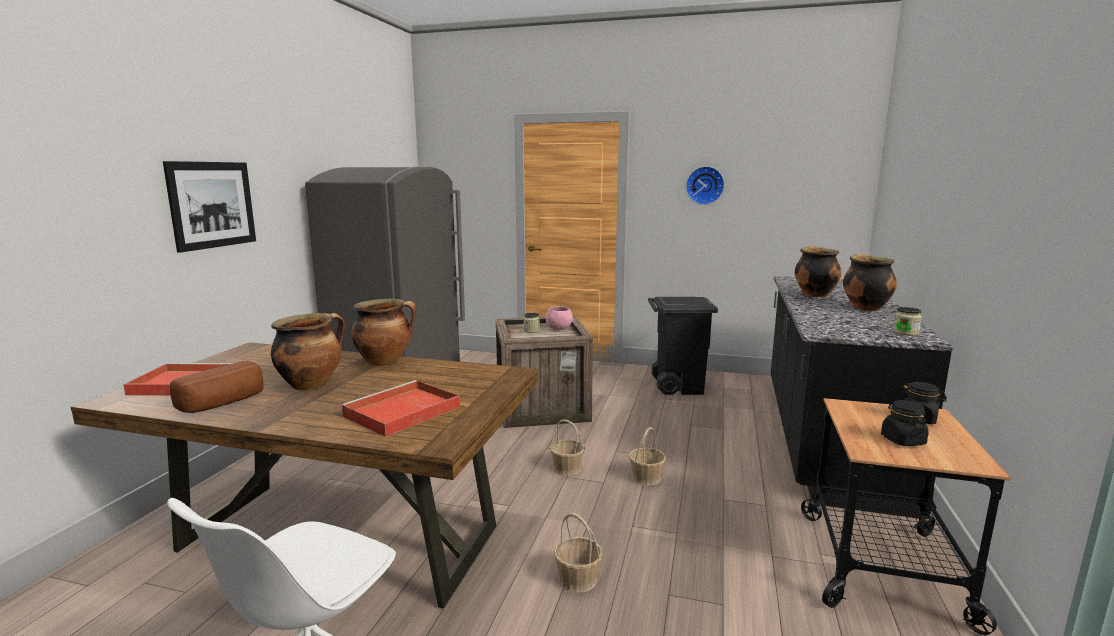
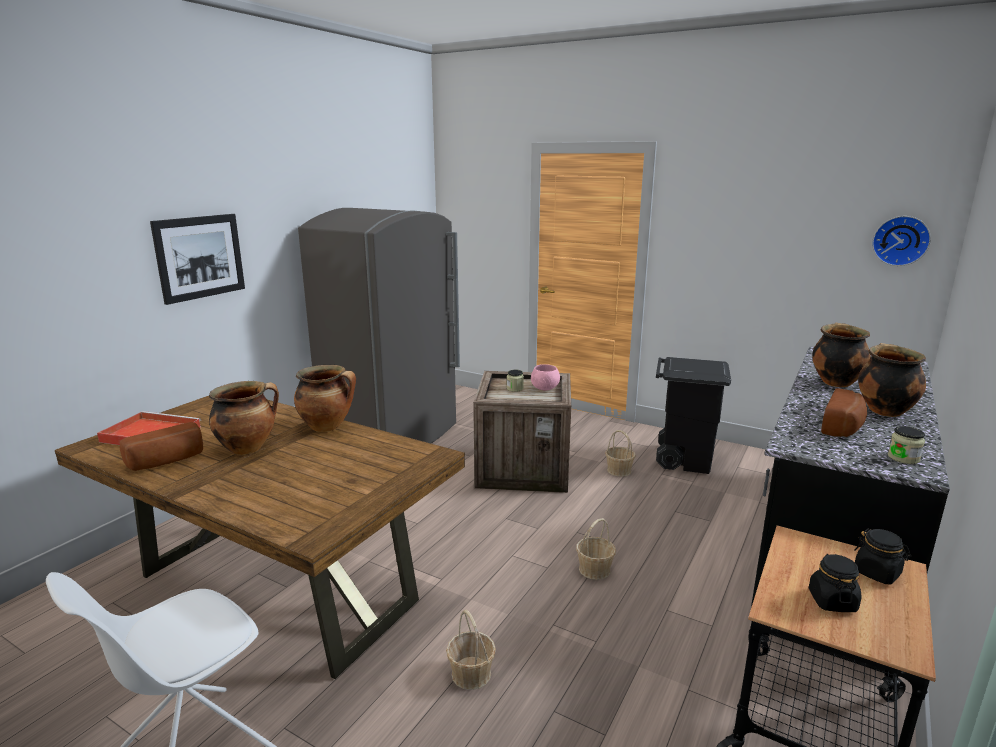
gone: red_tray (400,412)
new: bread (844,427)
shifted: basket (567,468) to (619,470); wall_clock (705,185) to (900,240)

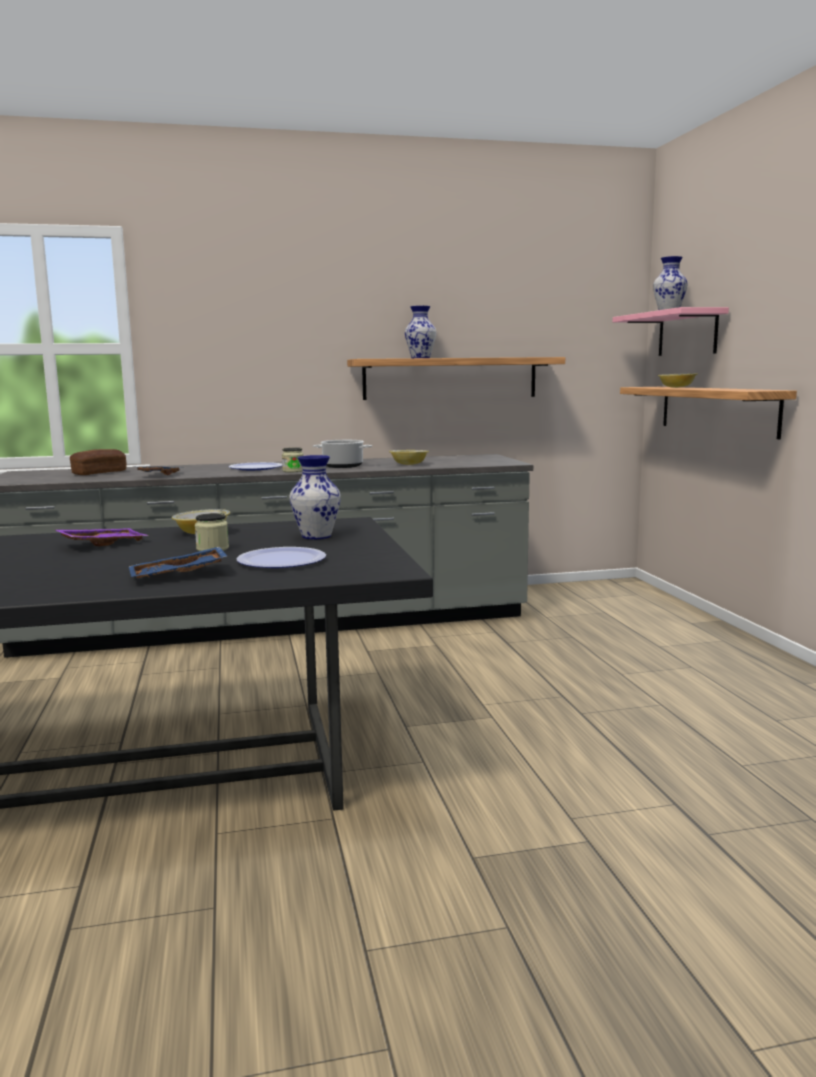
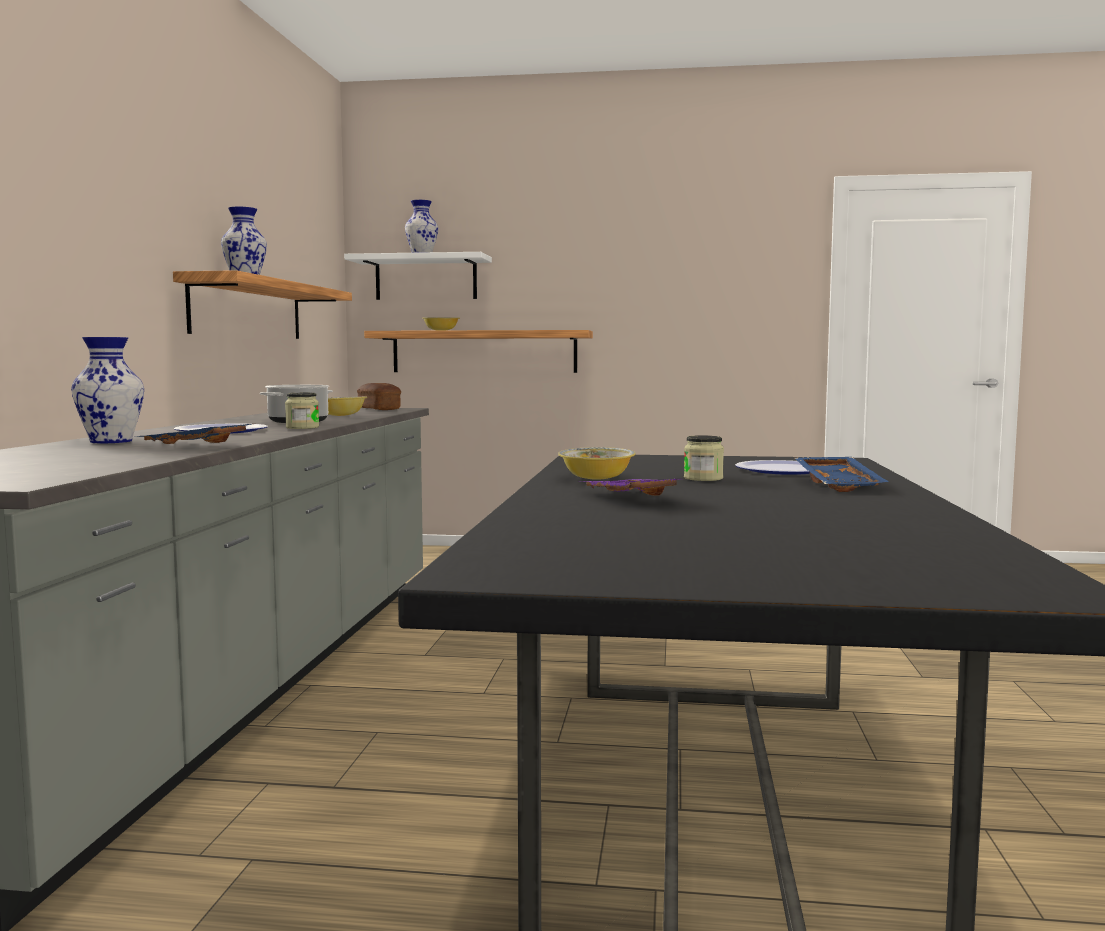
shifted: bread (99,473) to (379,409); vase (315,536) to (111,441)
repainted: pinkish_wall_shelf (687,333) to white_wall_shelf (426,278)

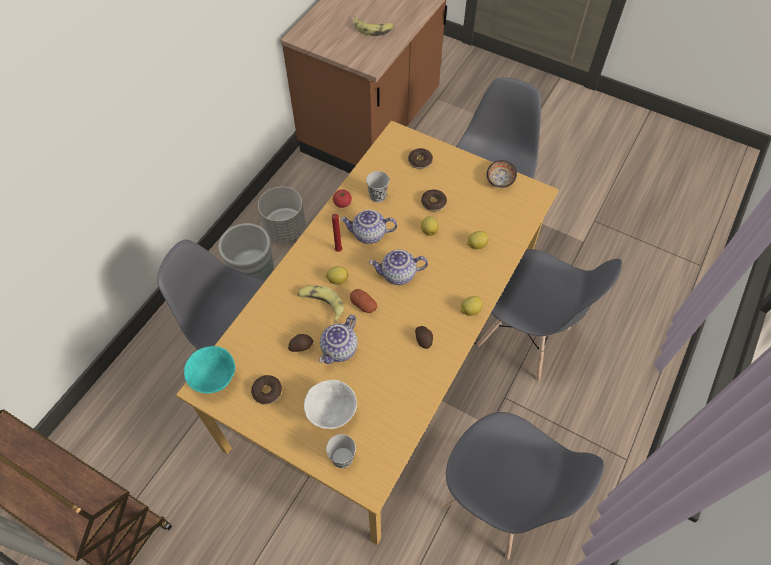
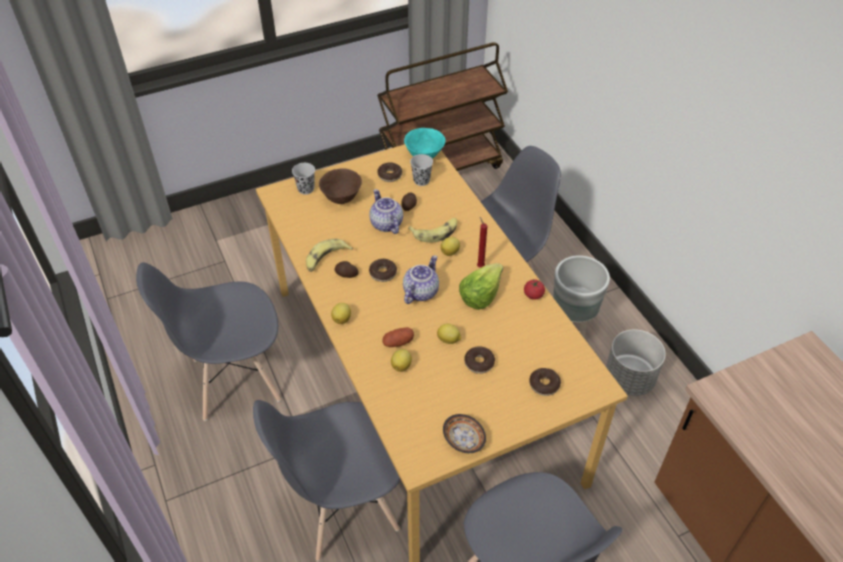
new: doughnut (383,273)
shifted: potato (363,305) to (398,342); banana_fruit (373,29) to (326,259); black_cup (378,196) to (421,180)
swapped: tea_pot (368,235) to lettuce_head (480,294)
repainted: white_deep_dish (331,413) to brown-coloured_deep_dish (342,198)

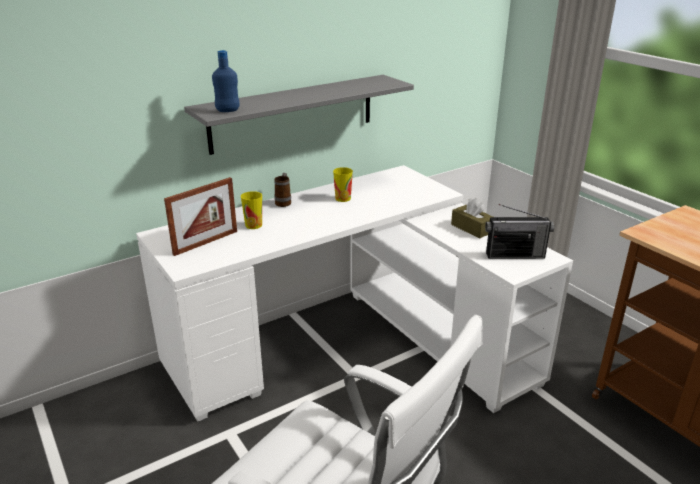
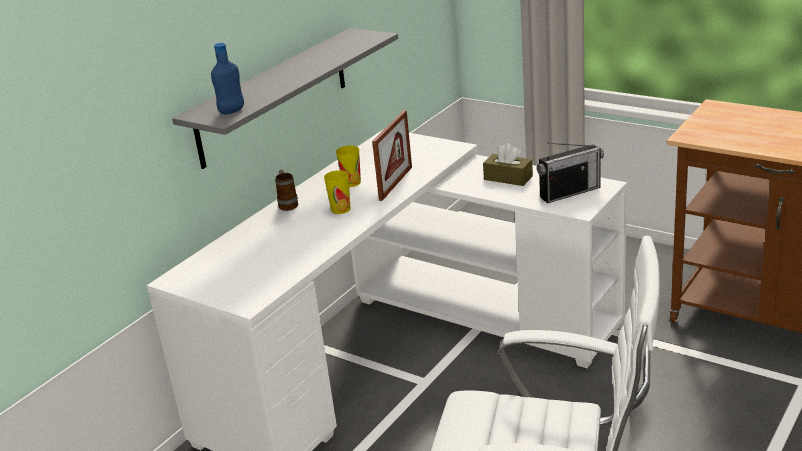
shifted: picture_frame (206,243) to (396,183); cup (253,225) to (340,209)

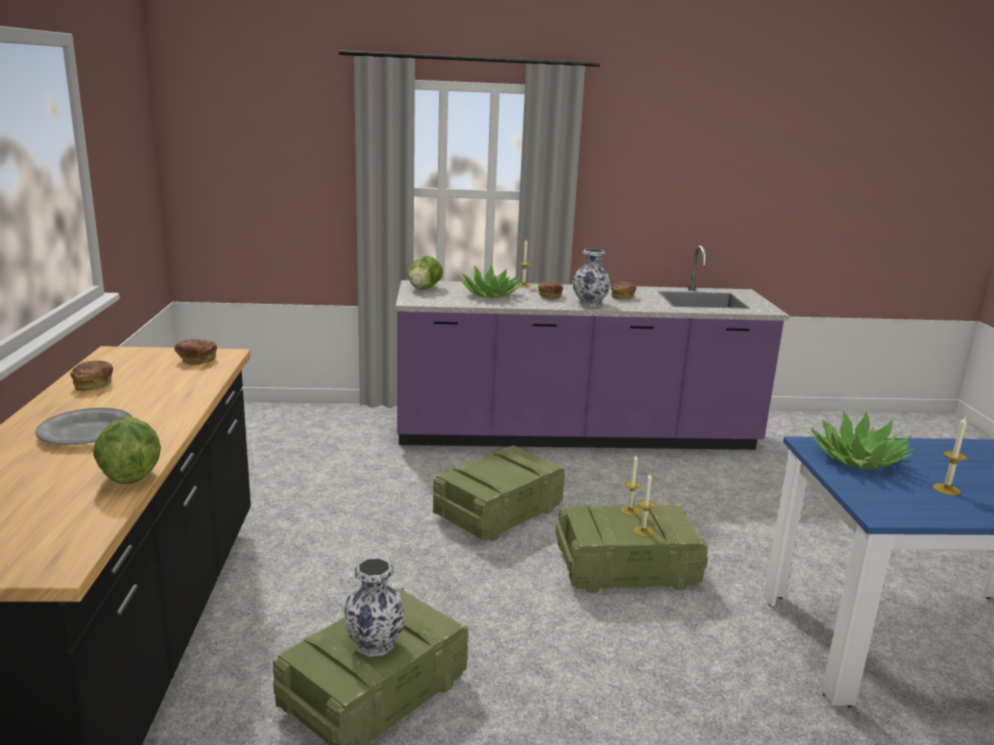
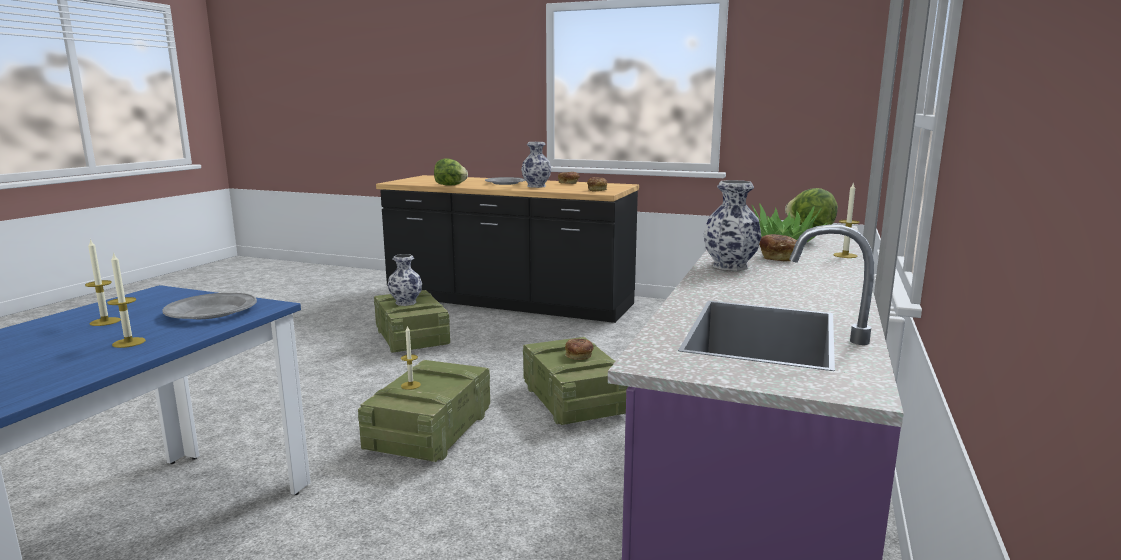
new: vase (537,186)
shifted: bread (622,297) to (579,356); wax_candle (630,510) to (129,342)
swapped: houseplant (857,459) to grey_flat_dish (211,311)

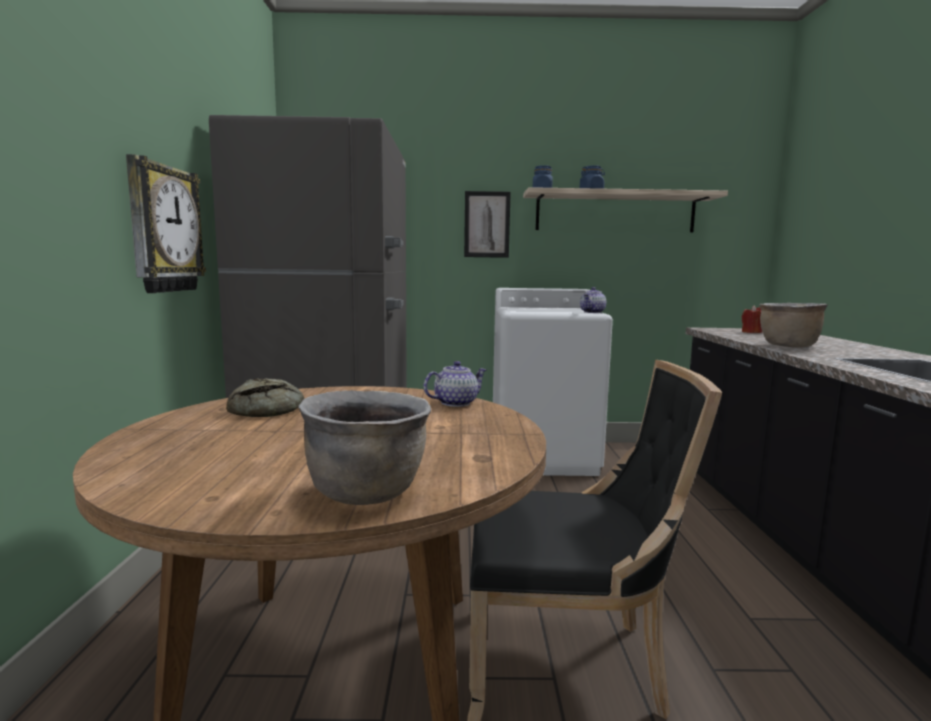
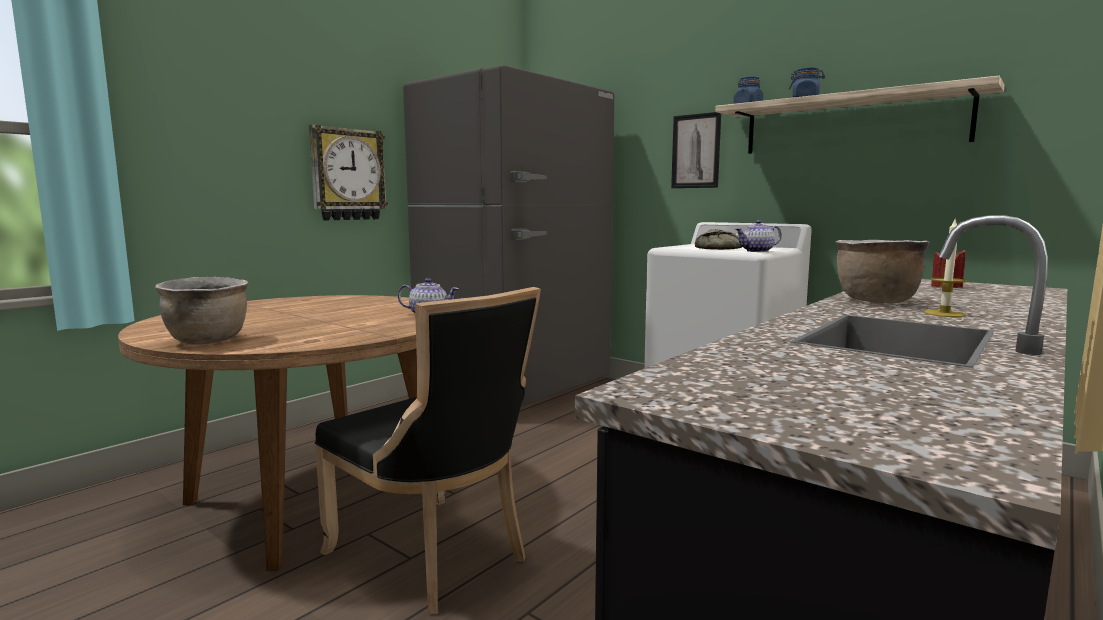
new: wax_candle (944,314)
shifted: bread (270,409) to (721,249)

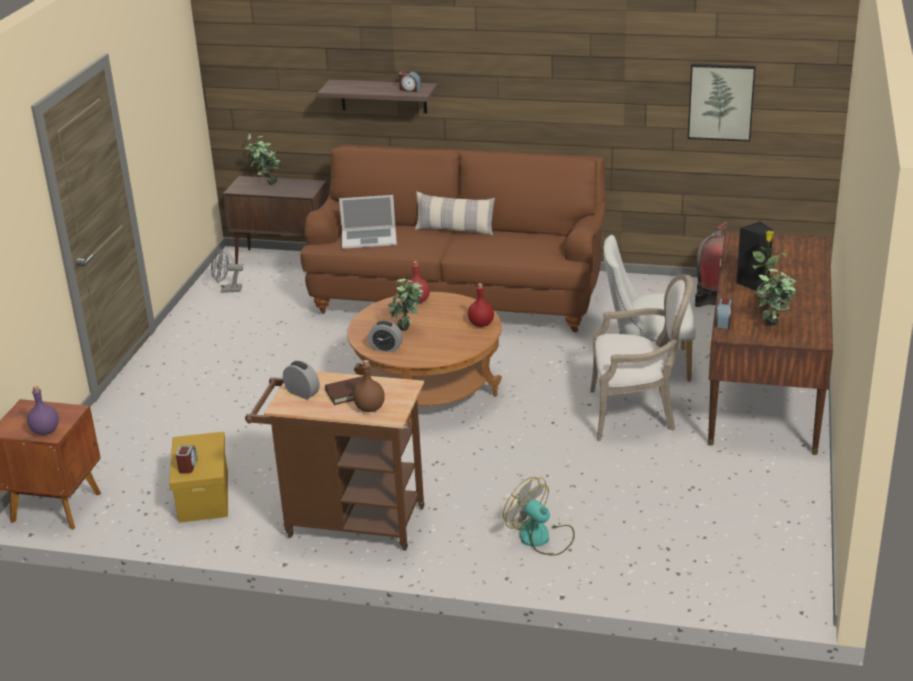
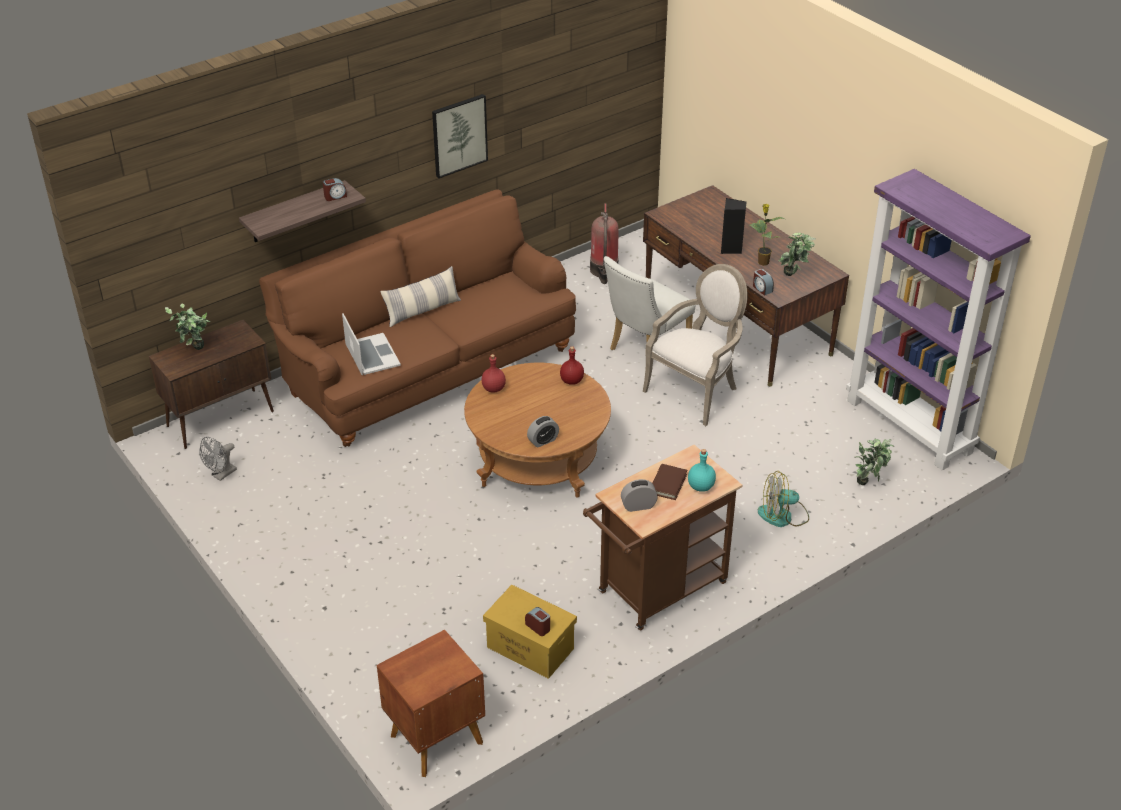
gone: purple_bottle (46,431)
new: purple_bookcase (910,426)
shifted: houseplant (408,331) to (869,482); wall_picture (721,102) to (459,135)
repainted: brown-coloured_bottle (370,408) to turquoise_bottle (700,486)
rotated: laptop (369,238) = (372,354) 60 degrees counterclockwise

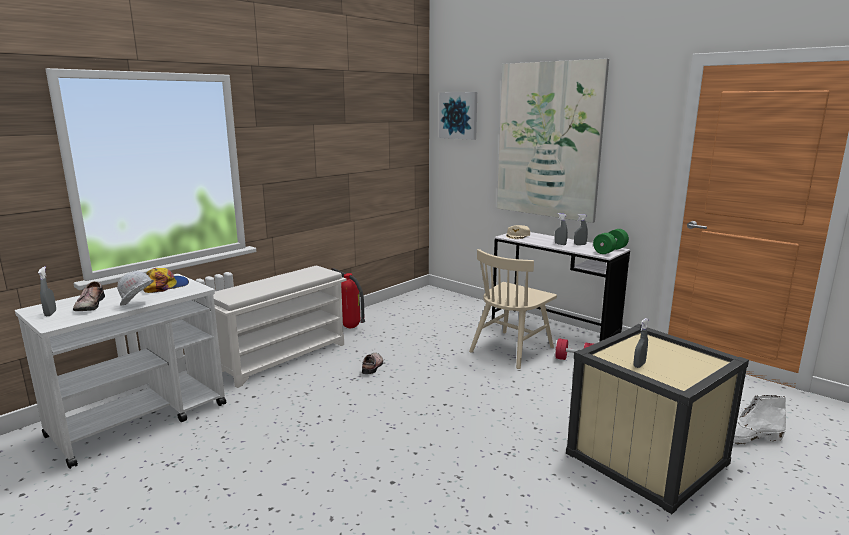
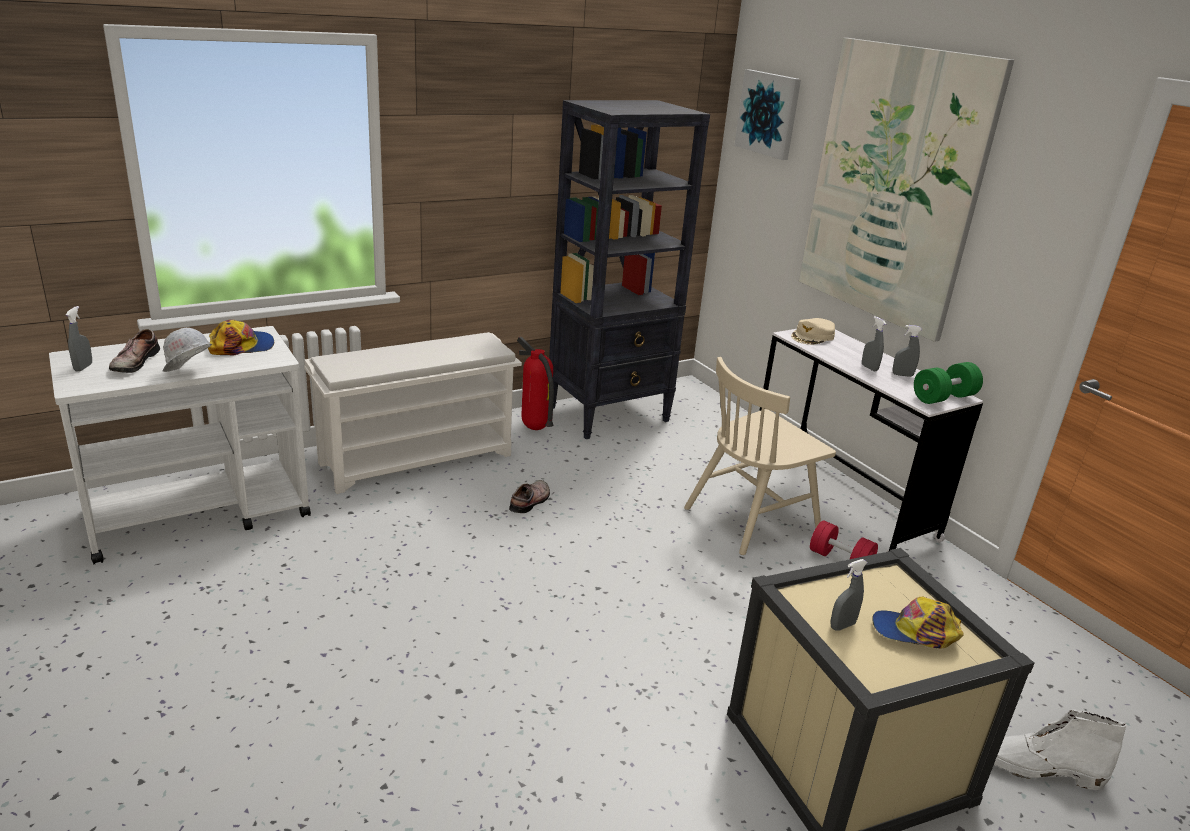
new: black_bookcase (609,414); peaked_cap (915,632)

